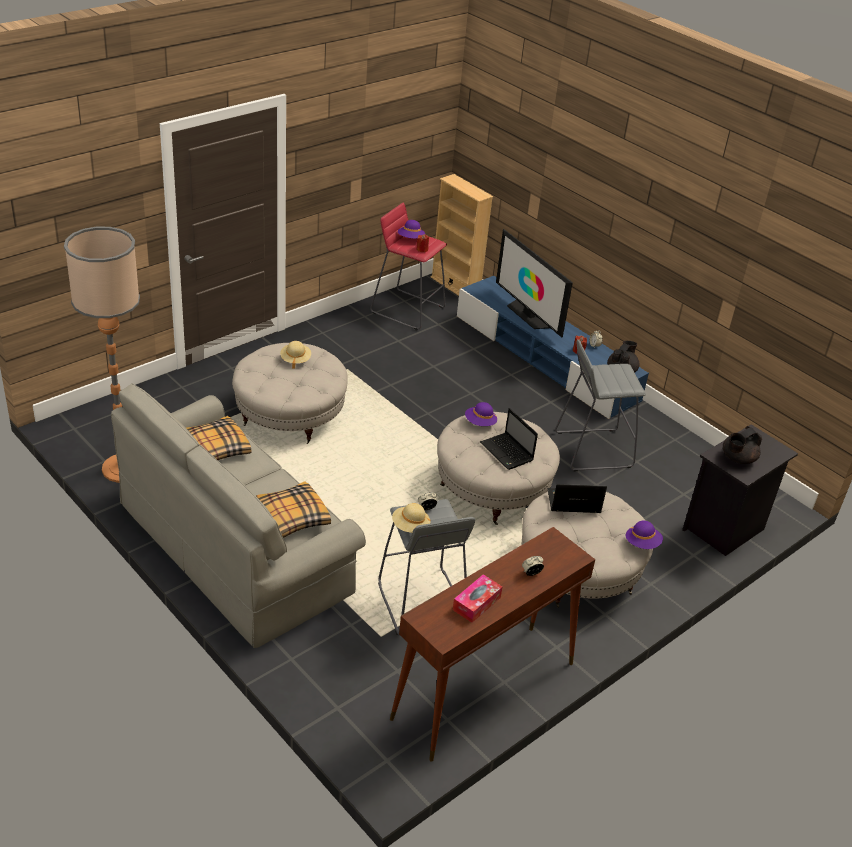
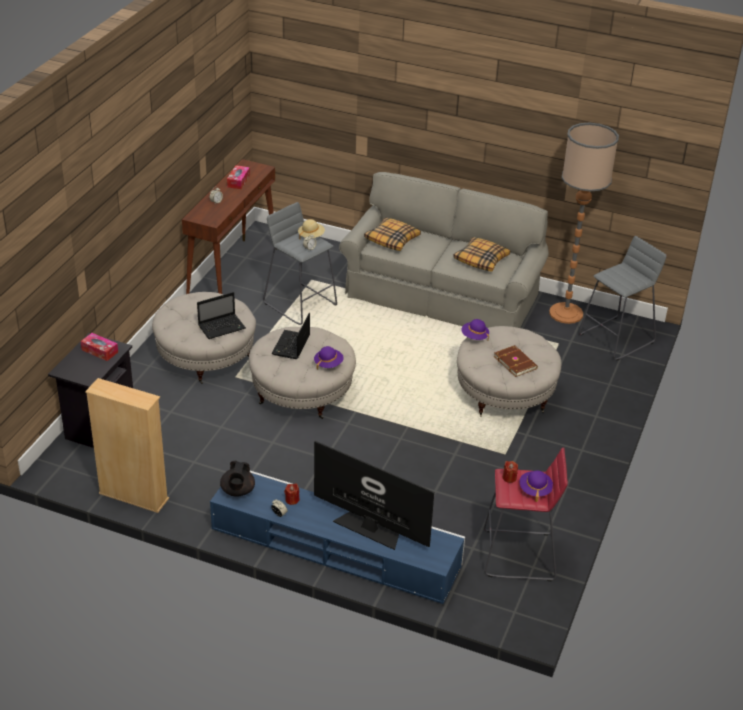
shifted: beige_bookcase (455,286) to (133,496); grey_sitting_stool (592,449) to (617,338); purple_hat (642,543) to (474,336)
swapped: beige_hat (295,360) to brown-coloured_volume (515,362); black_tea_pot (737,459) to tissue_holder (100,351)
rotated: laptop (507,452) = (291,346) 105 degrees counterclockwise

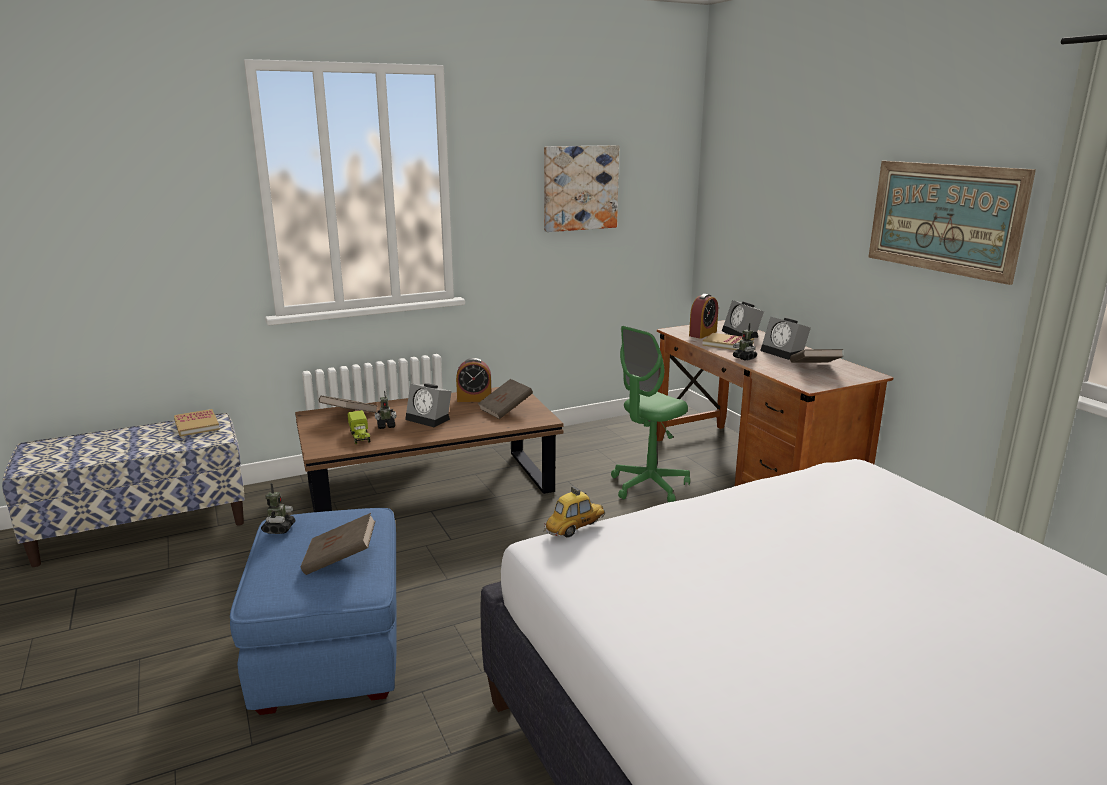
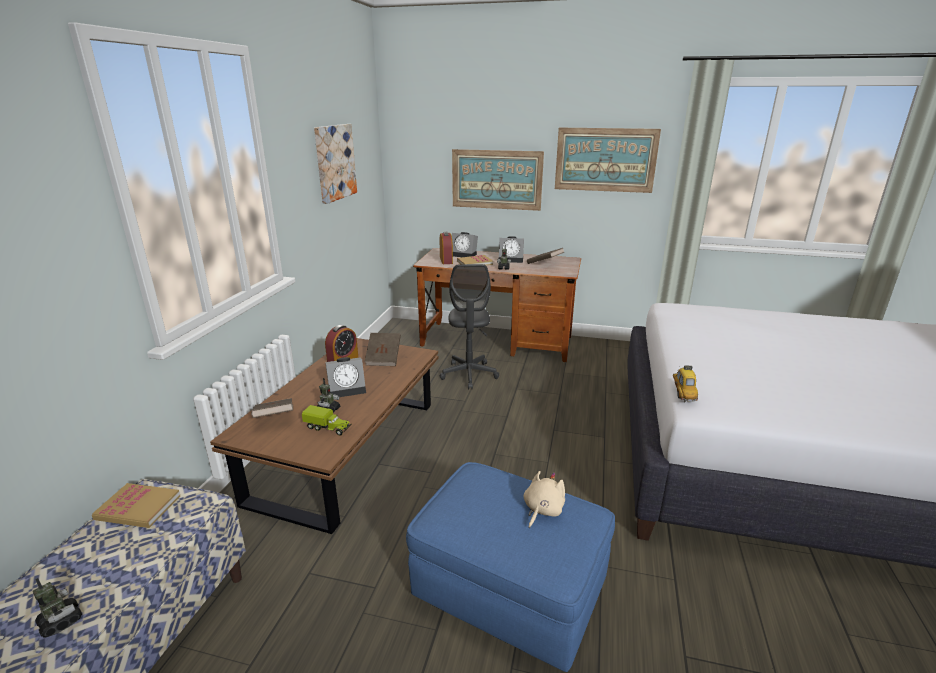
new: wall_picture (496,179)
shifted: model_robot (279,529) to (61,622)
swapped: brown-coloured_volume (340,560) to beige_plush_toy (542,510)
repainted: green_desk_chair (649,486) to grey_desk_chair (469,375)

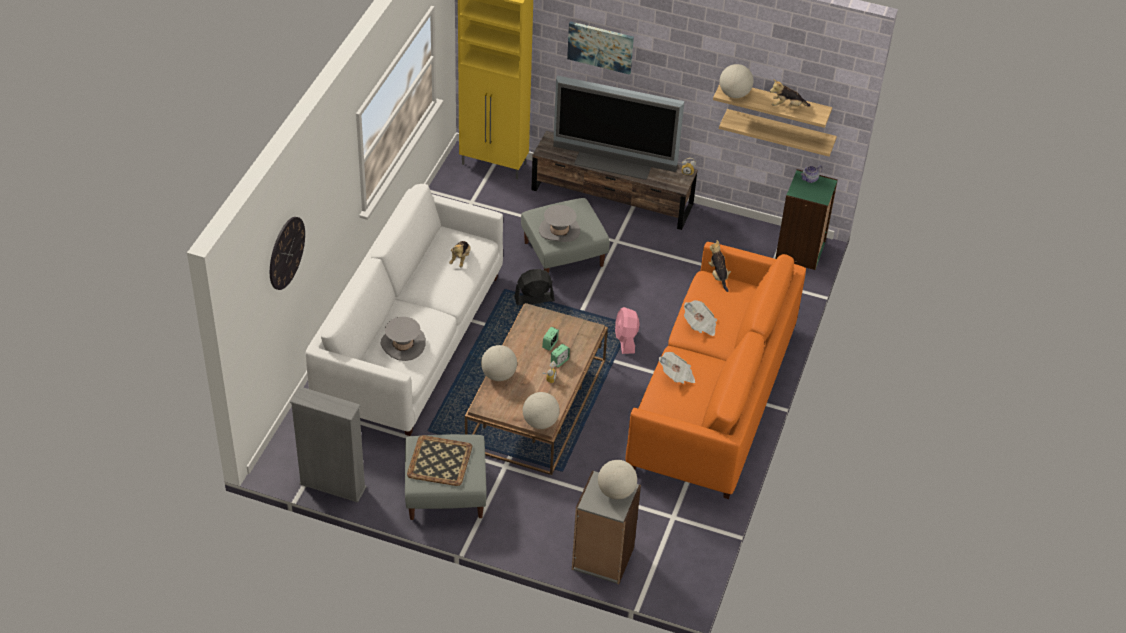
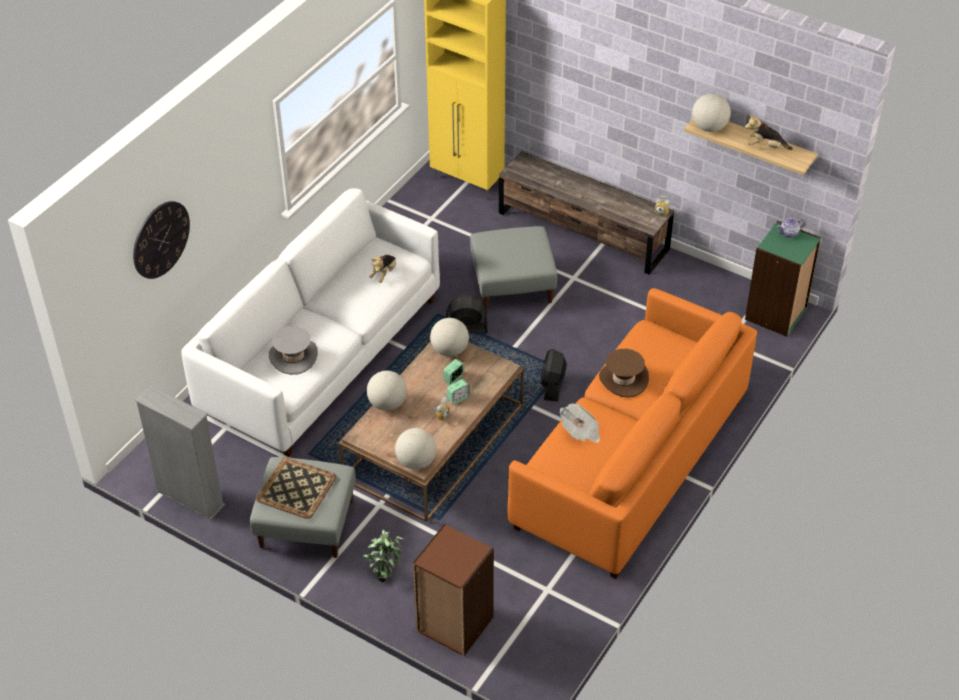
gone: grey_hat (559,230); TV (614,162); wall_picture (600,46); plush_toy (718,276); wall_shelf (780,132)
new: houseplant (385,573)
shifted: globe (616,491) to (449,350)
swapped: newspaper (700,325) to brown-coloured_hat (623,379)
repainted: grey_bookcase (602,559) to brown-coloured_bookcase (454,624); pinkish_electric_fan (626,340) to black_electric_fan (552,385)

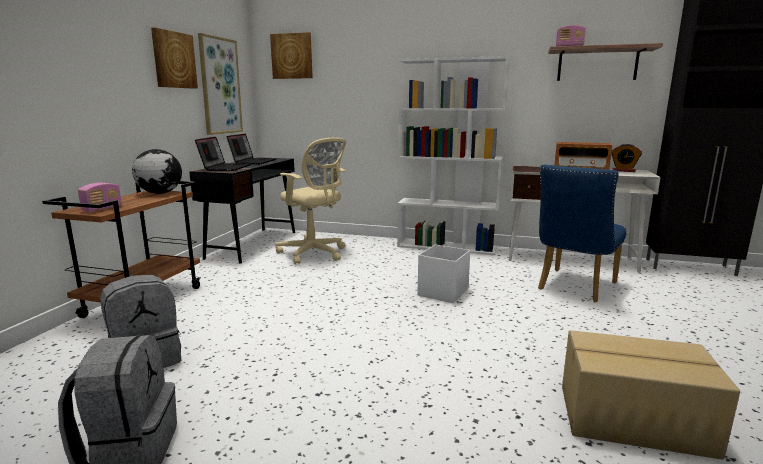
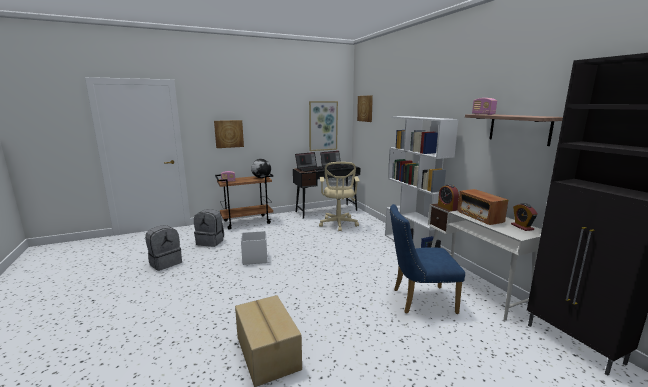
new: alarm_clock (447,207)
shifted: wall_picture (173,60) to (229,134); white_storage_box (442,292) to (254,259)

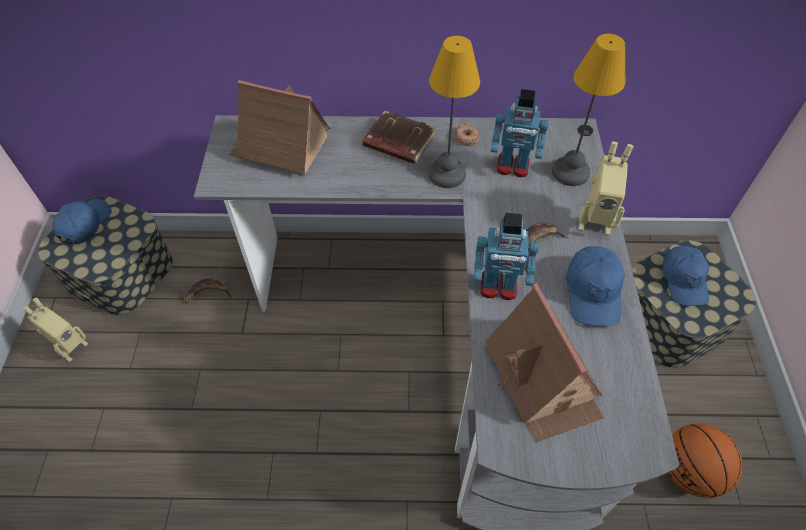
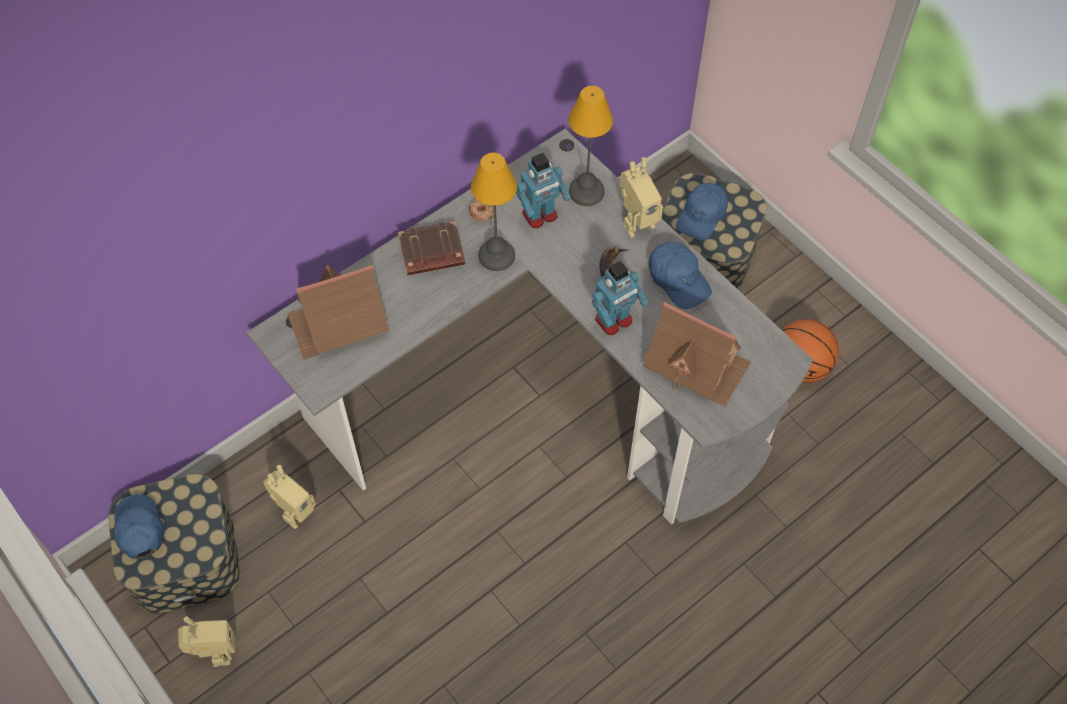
swapped: banana_fruit (208,293) to model_robot (294,512)
rotated: blue-coloured_peaked_cap (683,280) = (702,216) 75 degrees clockwise

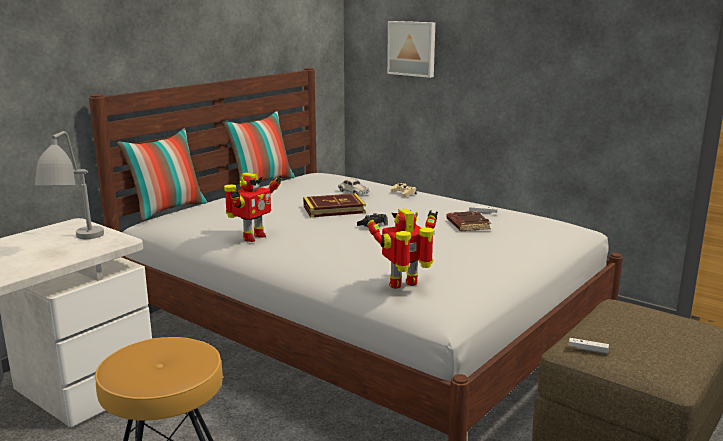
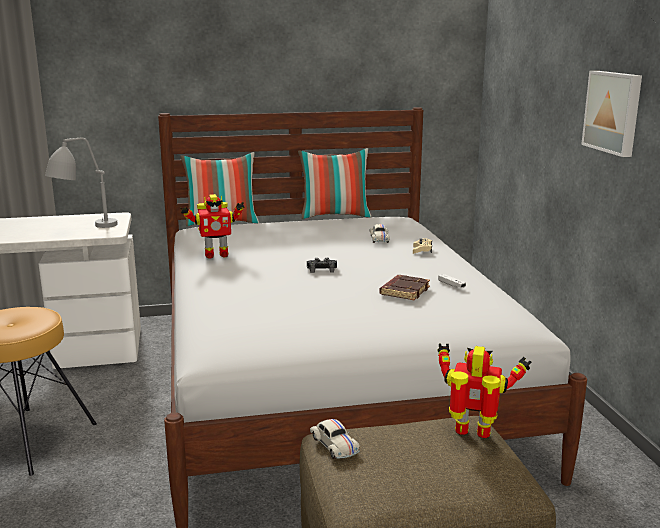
gone: volume (334,209)
shifted: model_robot (405,285) to (473,434); wall_picture (412,48) to (614,112)
swapped: white_game_controller (588,349) to white_miniature_car (334,445)

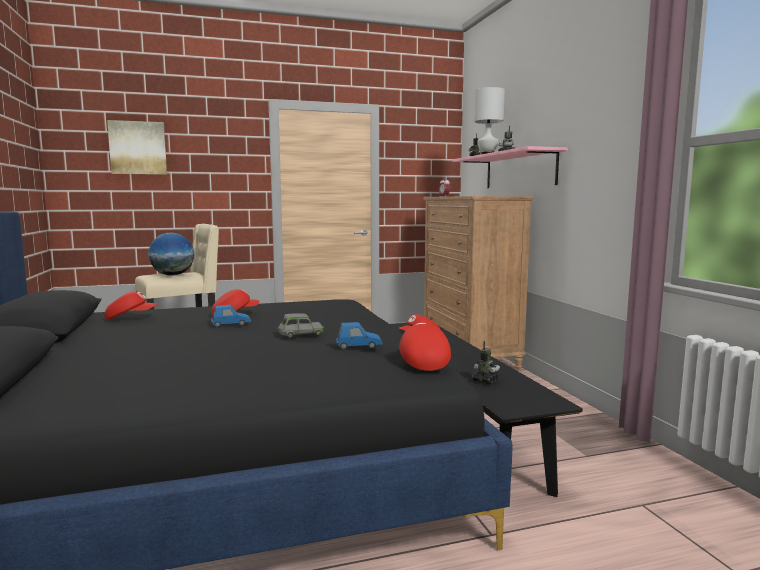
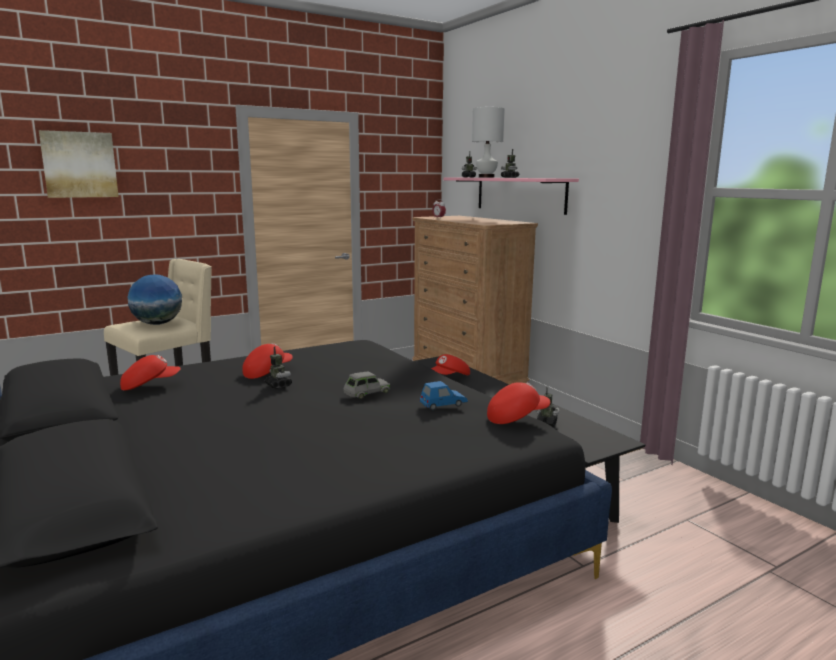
swapped: blue-coloured_miniature_car (231,324) to model_robot (278,385)
rotated: red_peaked_cap (422,361) = (516,417) 90 degrees clockwise

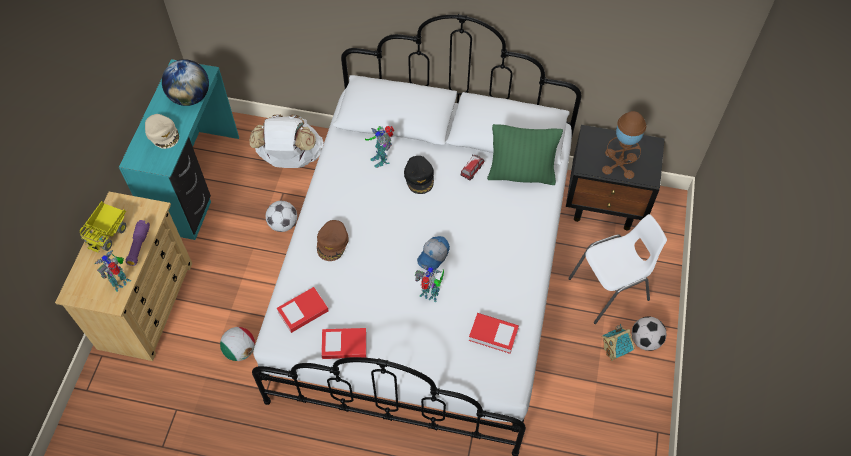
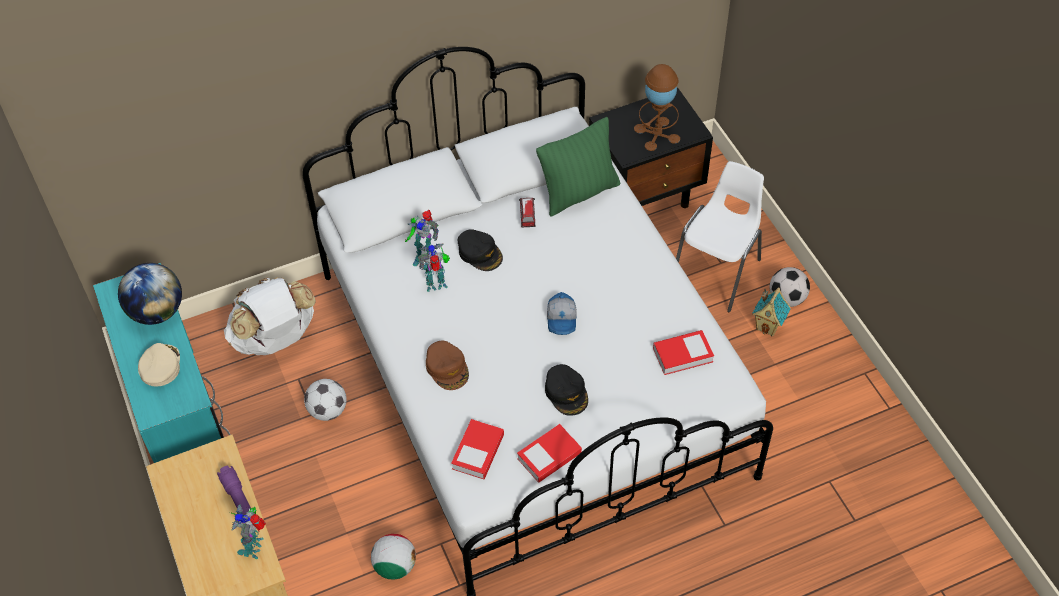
gone: model_truck (108,233)
new: black_peaked_cap (566,392)
shifted: model_robot (430,295) to (437,285)
rotated: beige_peaked_cap (163,133) = (160,366) 105 degrees counterclockwise

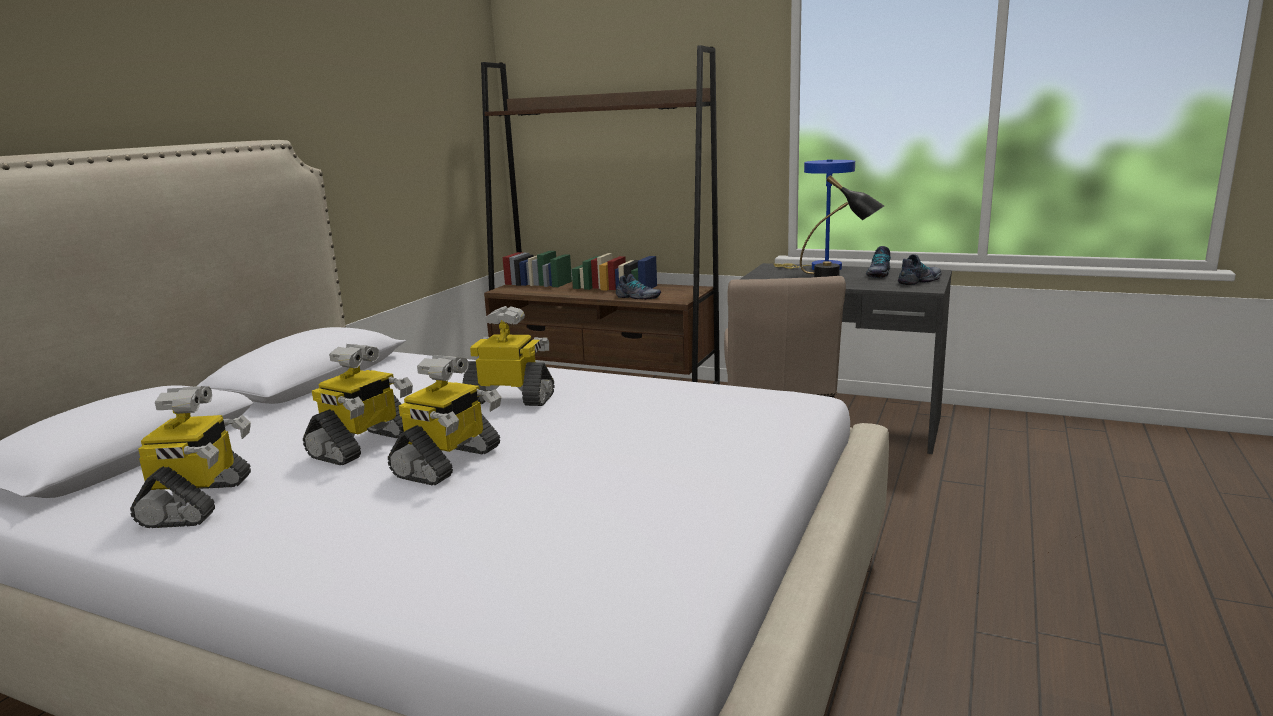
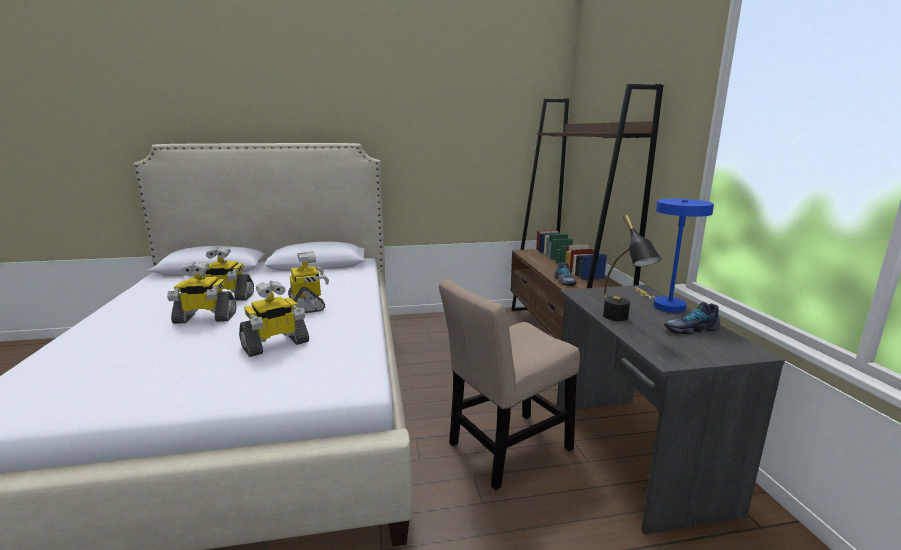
gone: item_of_footwear (920,280)
shifted: model_robot (199,502) to (275,345)

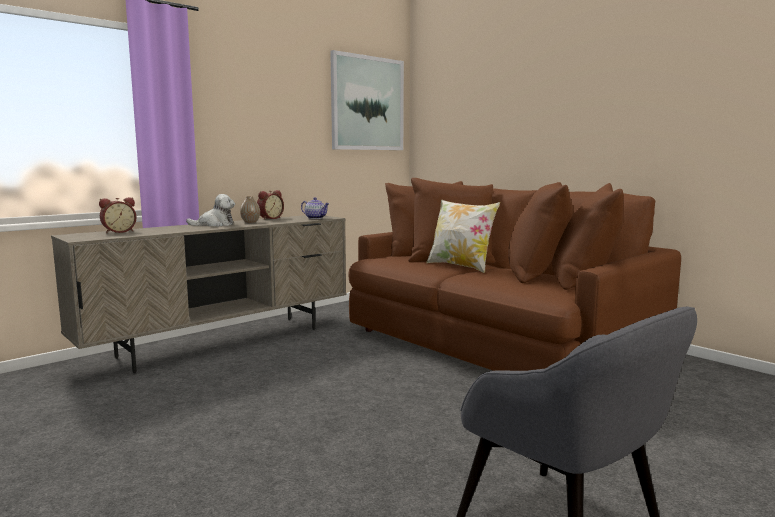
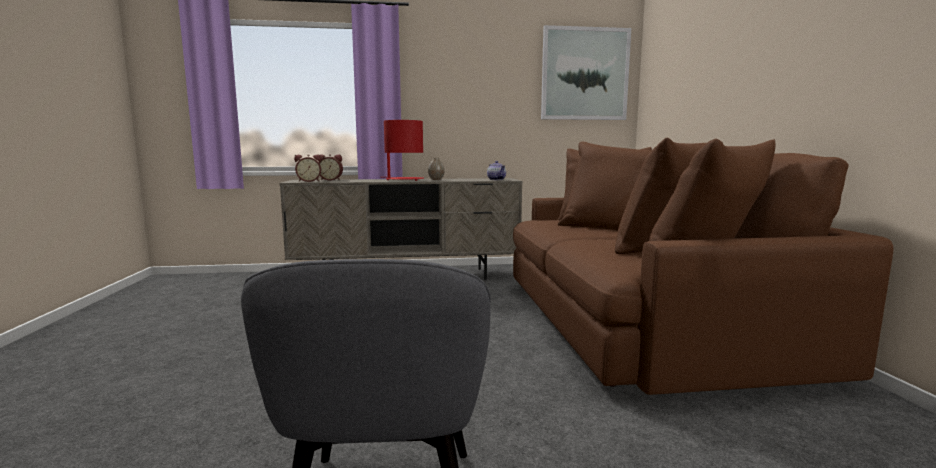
gone: pillow (461,266)
shifted: alarm_clock (269,218) to (309,181)
swapped: plush_toy (215,225) to red_table_lamp (404,180)

